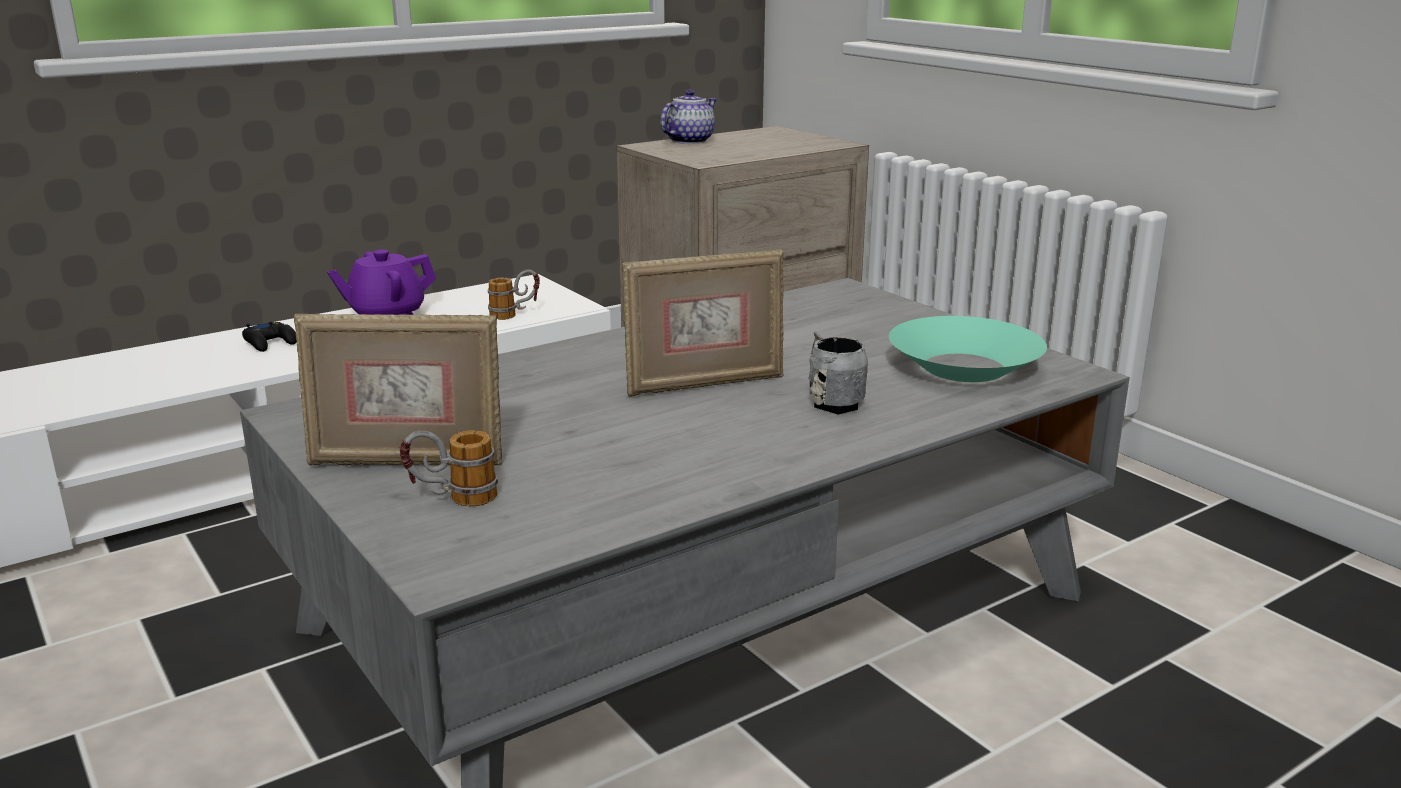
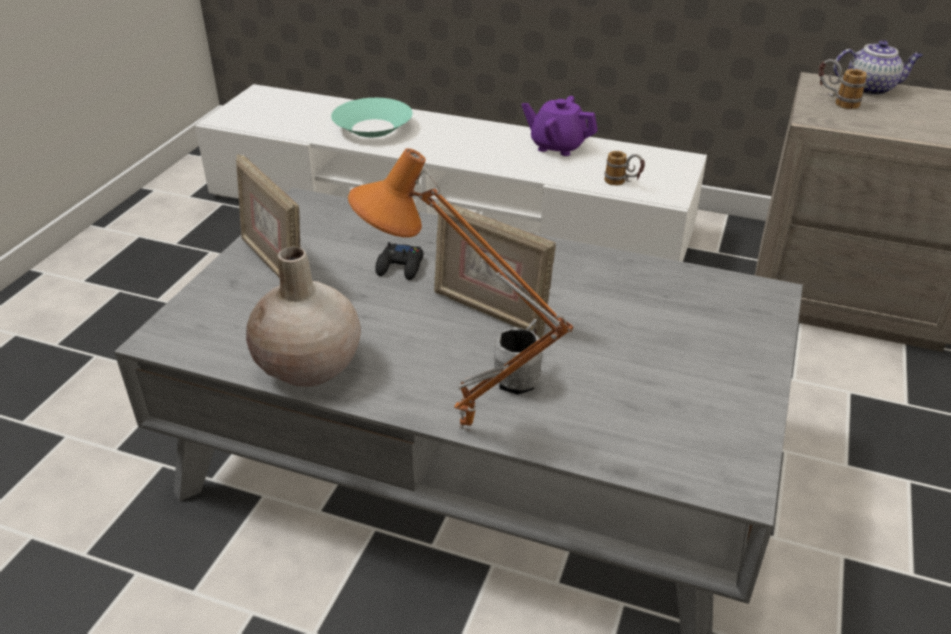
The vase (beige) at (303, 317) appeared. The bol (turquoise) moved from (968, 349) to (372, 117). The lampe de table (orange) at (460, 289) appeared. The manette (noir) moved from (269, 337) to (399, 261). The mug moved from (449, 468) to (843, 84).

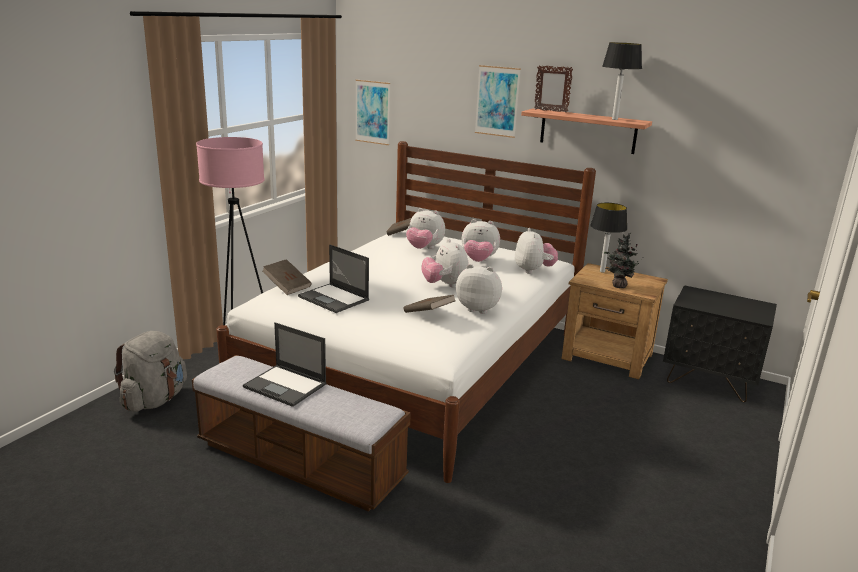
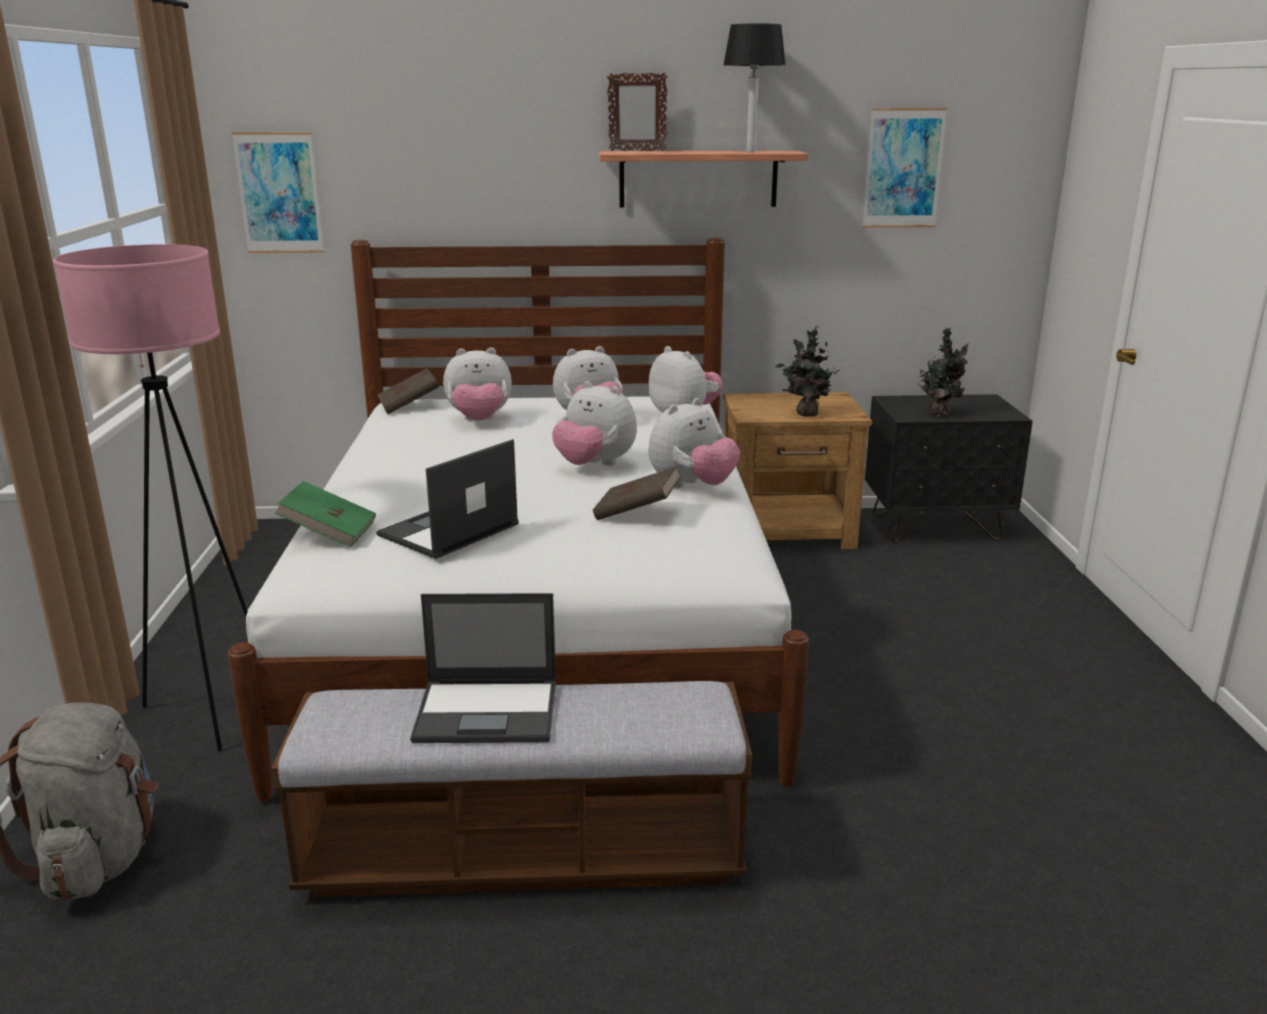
The livre (marron) at (287, 277) became the livre (vert) at (325, 514). The ordinateur portable at (333, 278) turned 120 degrees clockwise. The peluche at (479, 289) turned 150 degrees clockwise. The tableau moved from (498, 101) to (904, 168). The plante en pot at (944, 372) appeared. The lampe de table at (608, 238) disappeared.

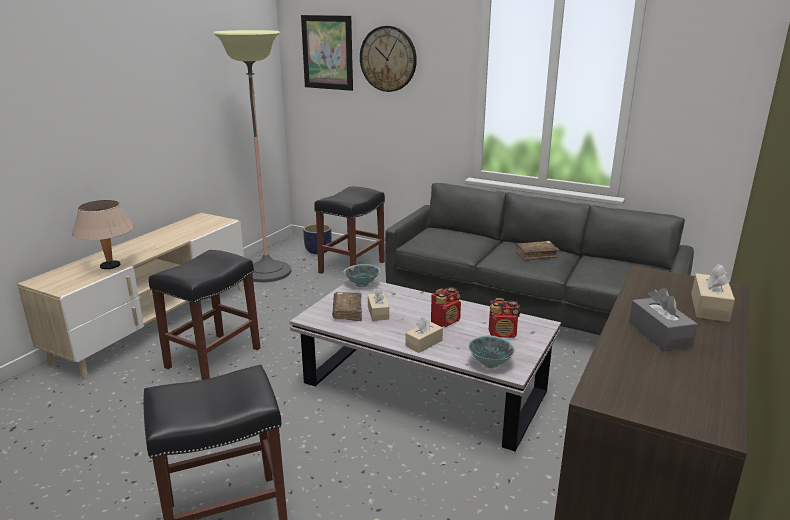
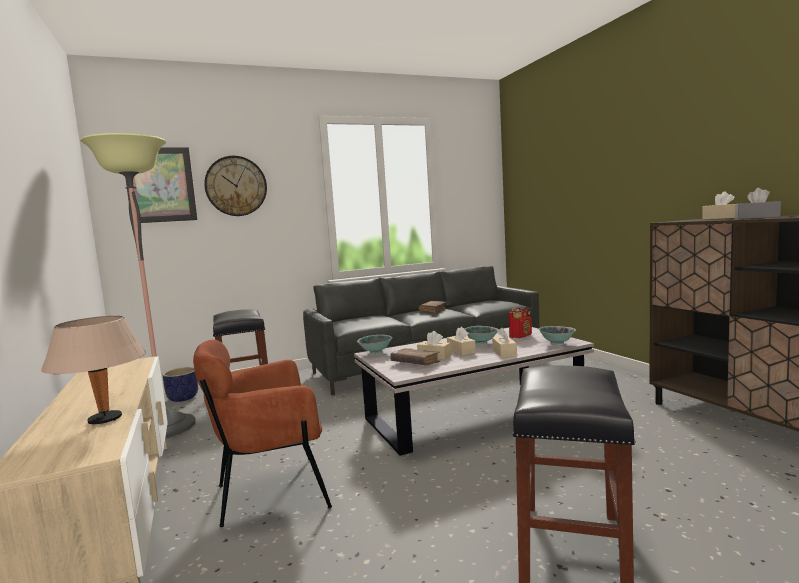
The tabouret (noir) at (204, 315) was replaced by the fauteuil (marron) at (262, 433). The boîte à mouchoirs (beige) at (461, 341) appeared. The radio at (446, 307) was replaced by the bol at (481, 335).

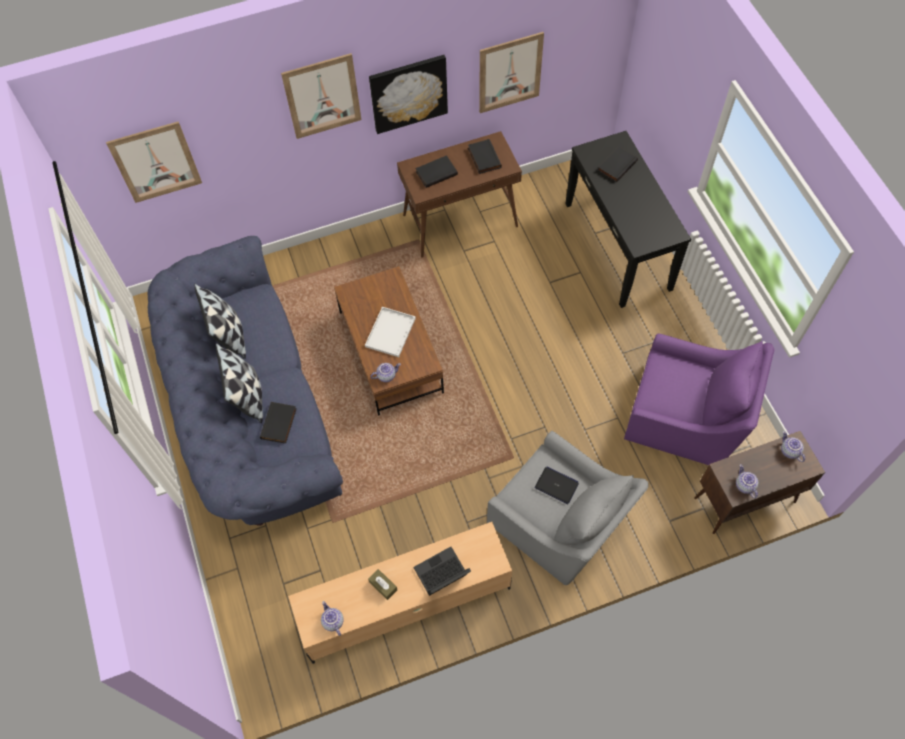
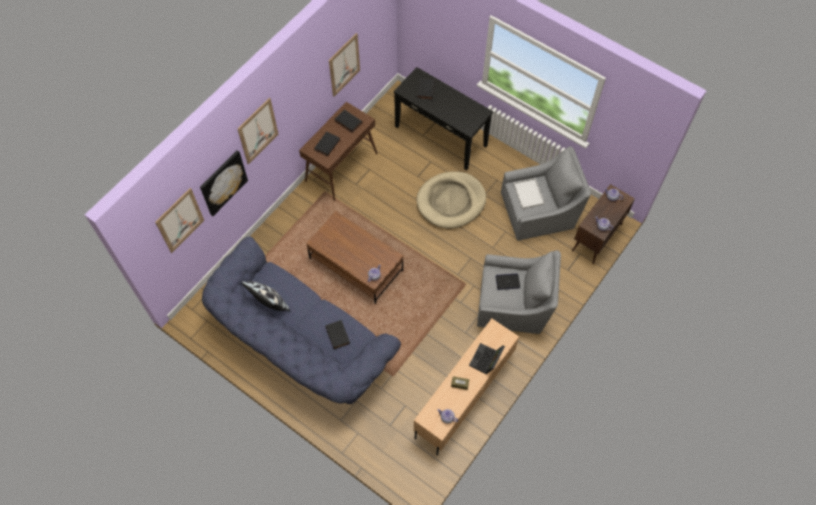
The tableau moved from (408, 94) to (224, 183). The panier pour chien (beige) at (451, 199) appeared. The fauteuil (violet) at (699, 399) became the fauteuil (gris) at (546, 193). The plateau (blanc) moved from (390, 332) to (529, 193). The coussin at (239, 383) disappeared.

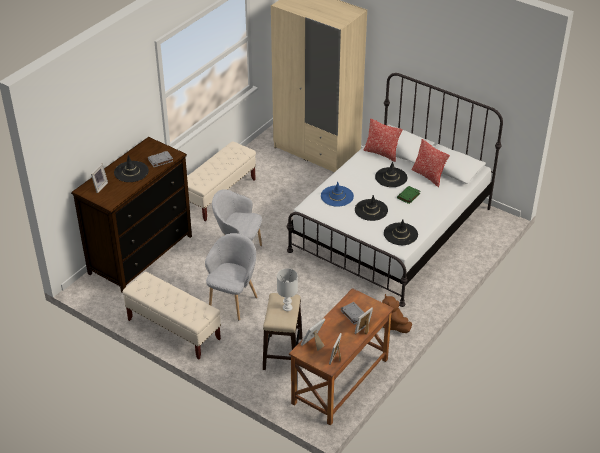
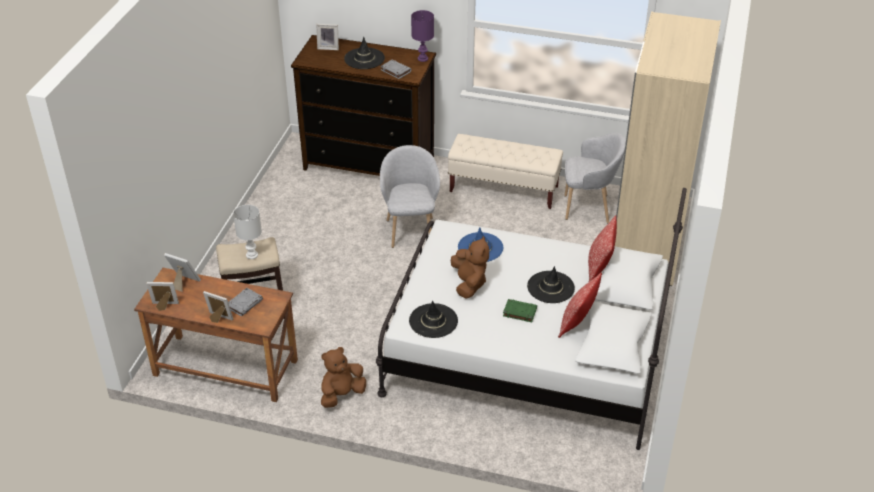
The lampe de table (violet) at (422, 36) appeared. The chapeau (noir) at (371, 208) was replaced by the peluche (marron) at (470, 267). The fauteuil (gris) moved from (231, 276) to (595, 178). The banc (beige) at (172, 316) disappeared.

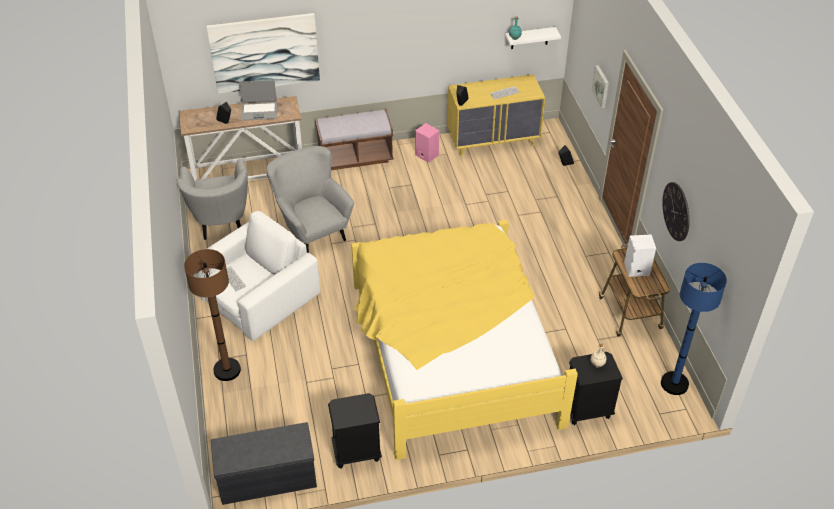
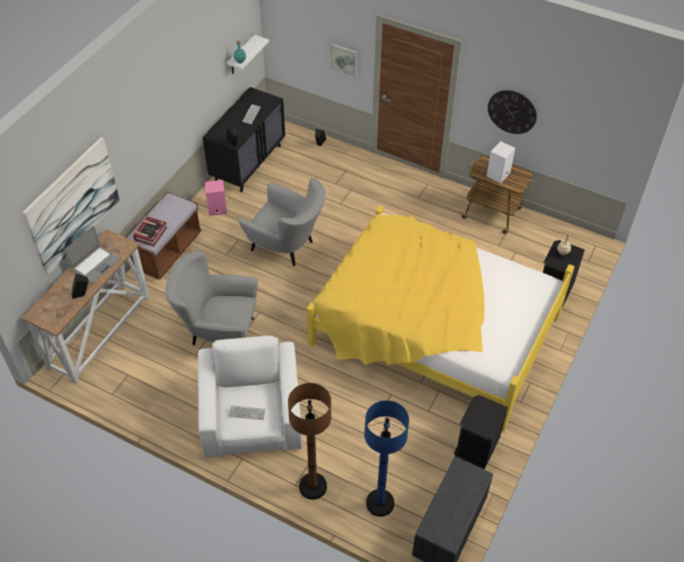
The livre at (150, 231) appeared. The commode (jaune) at (496, 115) became the commode (noir) at (244, 139). The fauteuil (gris) moved from (212, 199) to (281, 222). The lampadaire (bleu) moved from (694, 329) to (386, 458).

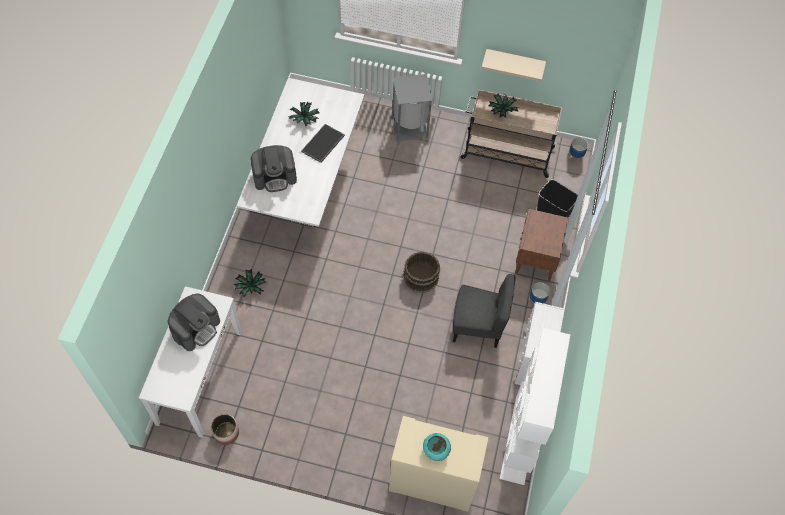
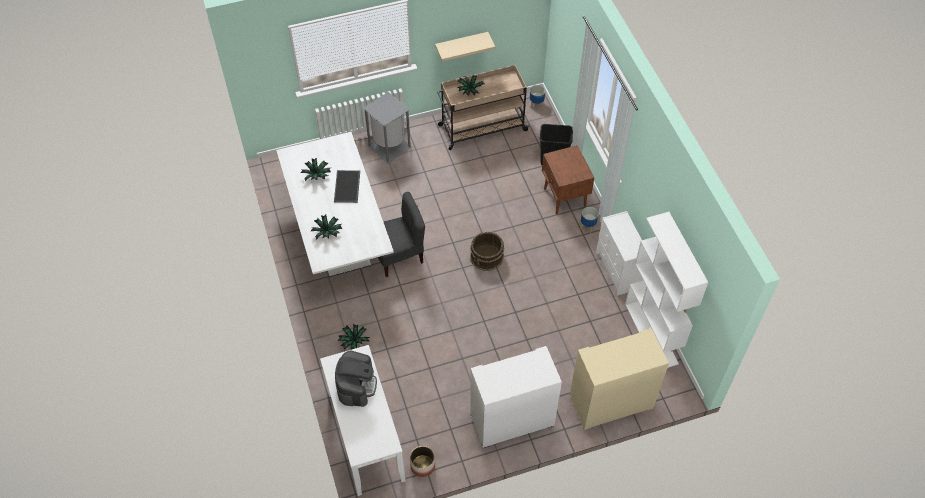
The machine à café at (274, 168) was replaced by the plante en pot at (326, 227). The chaise (gris) moved from (484, 311) to (401, 234). The meuble de rangement (blanc) at (516, 397) appeared. The bol (turquoise) at (437, 447) disappeared.

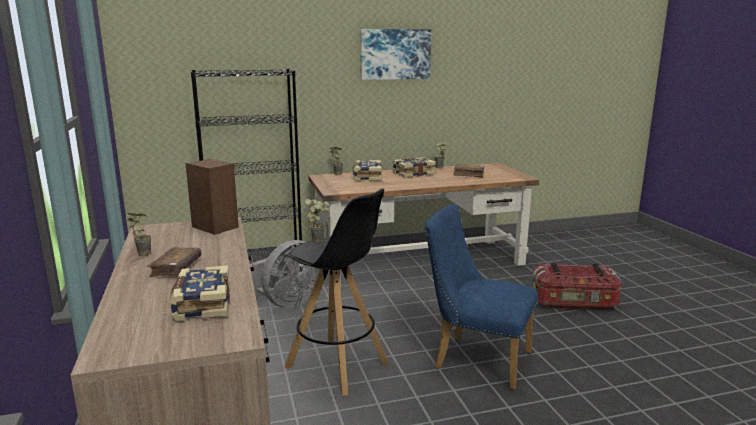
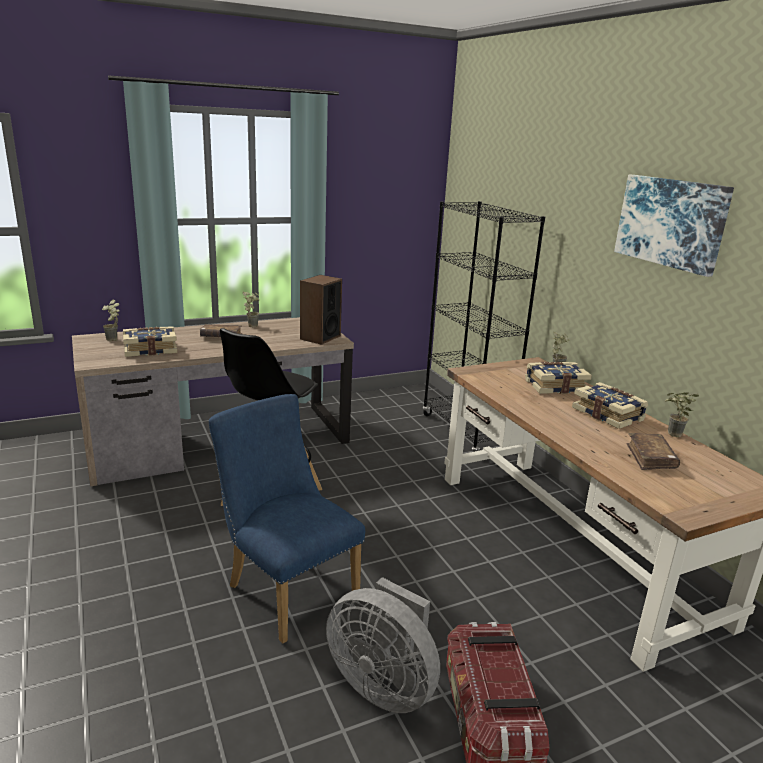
The plante en pot moved from (317, 221) to (111, 320). The chaise (bleu) at (481, 297) turned 60 degrees counterclockwise. The ventilateur (gris) moved from (284, 274) to (383, 645).

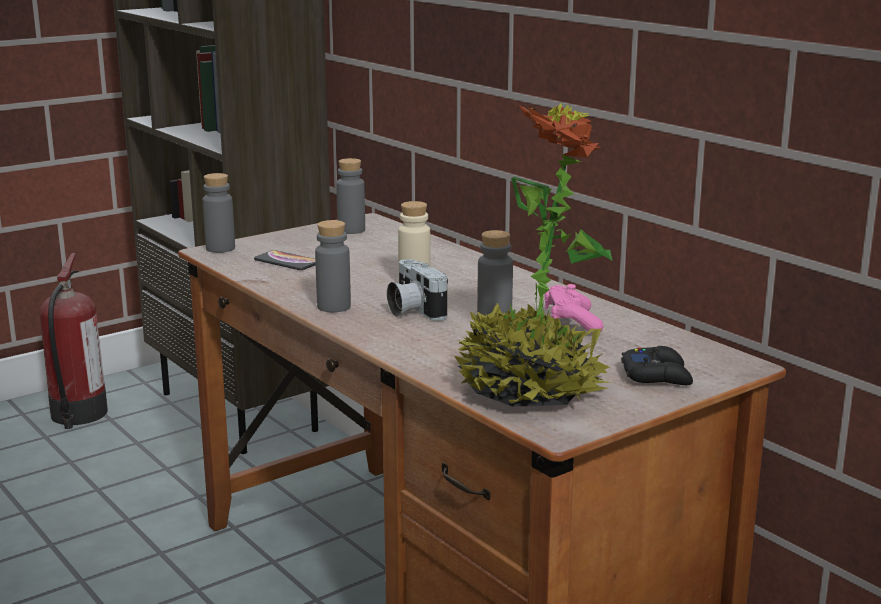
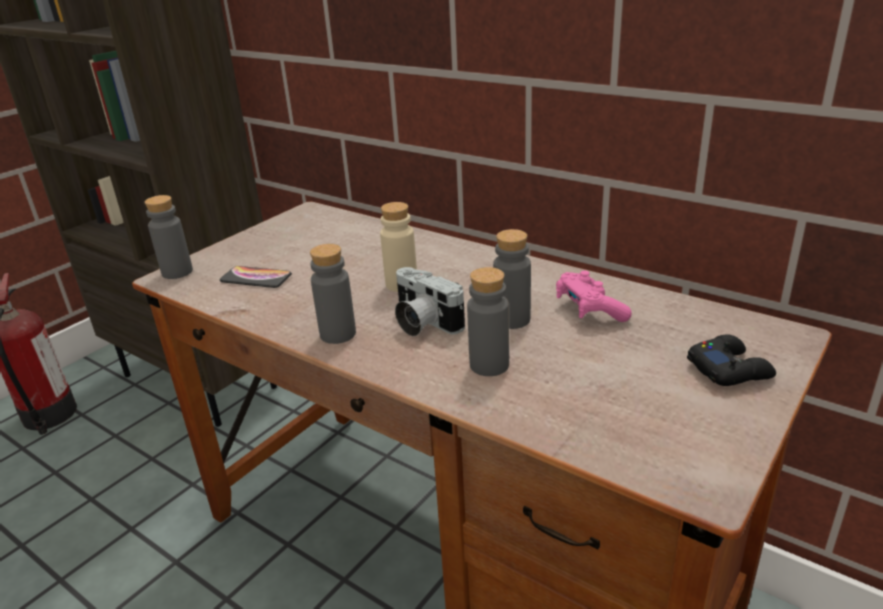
The bouteille (gris) moved from (350, 196) to (488, 321). The plante en pot at (533, 254) disappeared.

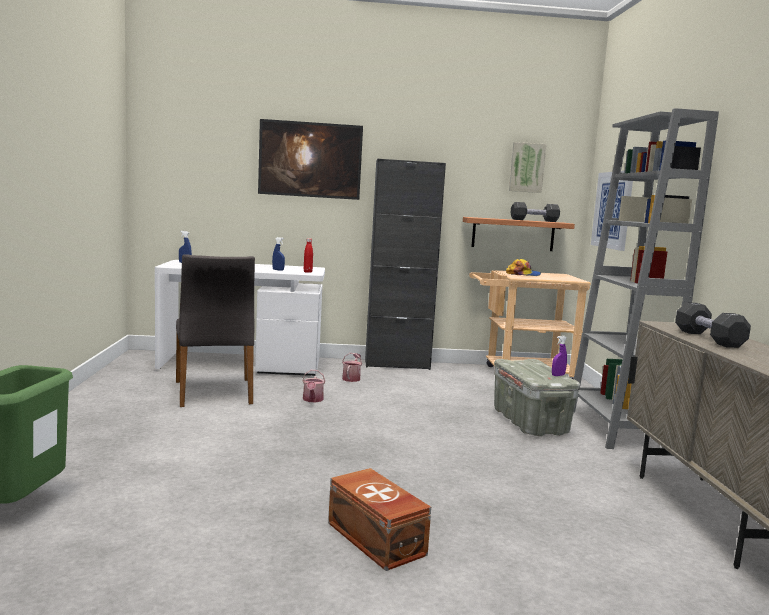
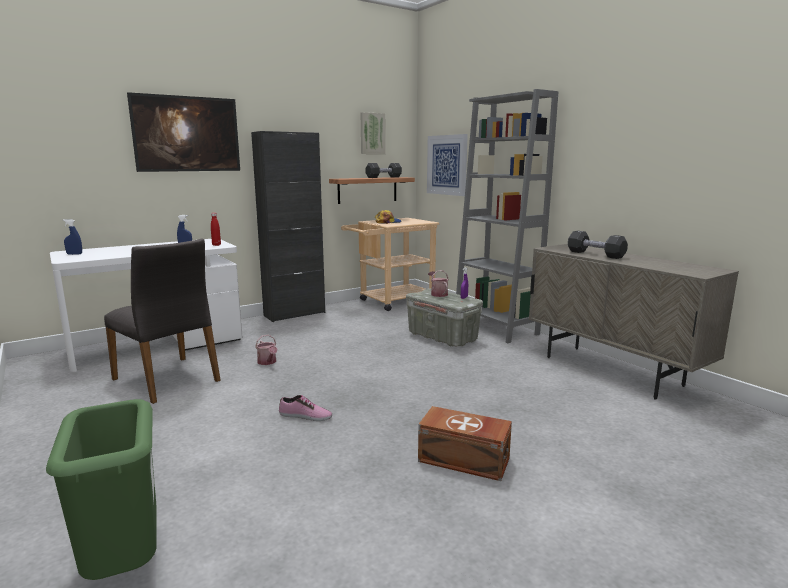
The chaussure at (305, 408) appeared. The arrosoir moved from (352, 367) to (438, 283).

